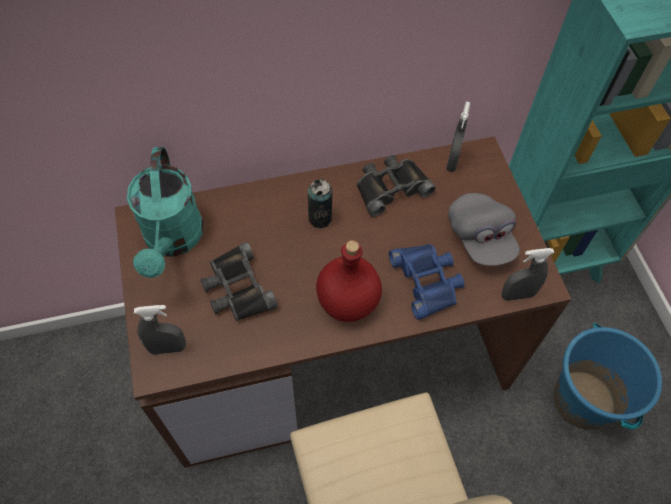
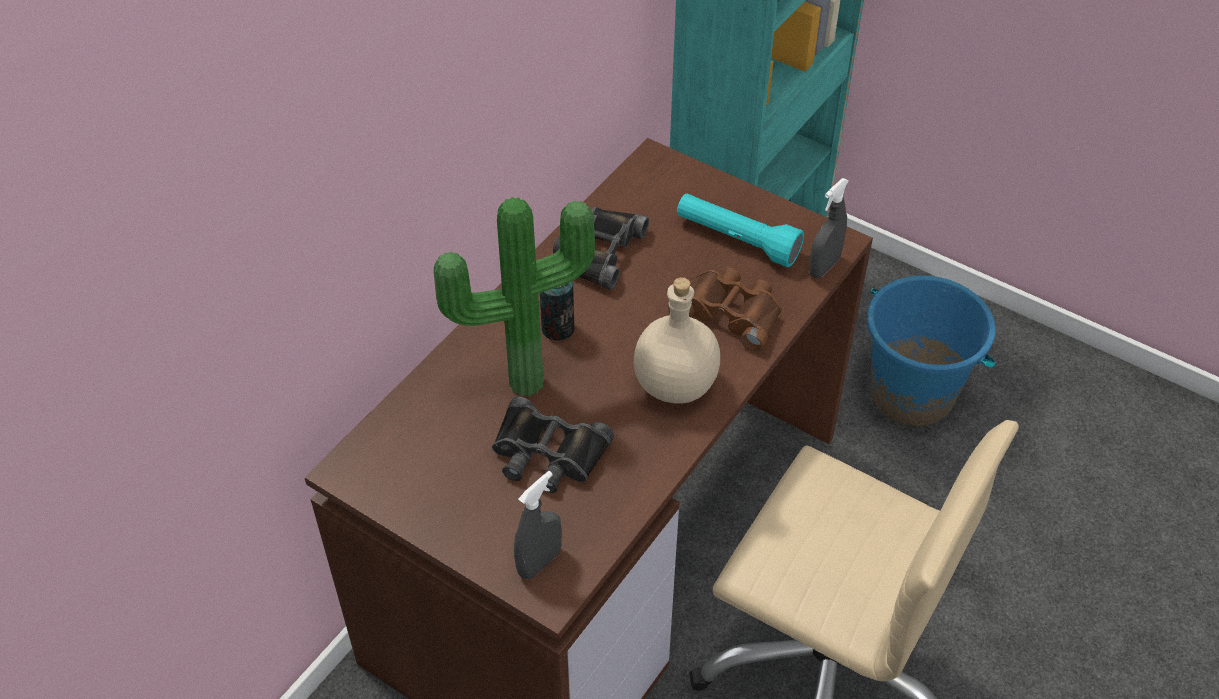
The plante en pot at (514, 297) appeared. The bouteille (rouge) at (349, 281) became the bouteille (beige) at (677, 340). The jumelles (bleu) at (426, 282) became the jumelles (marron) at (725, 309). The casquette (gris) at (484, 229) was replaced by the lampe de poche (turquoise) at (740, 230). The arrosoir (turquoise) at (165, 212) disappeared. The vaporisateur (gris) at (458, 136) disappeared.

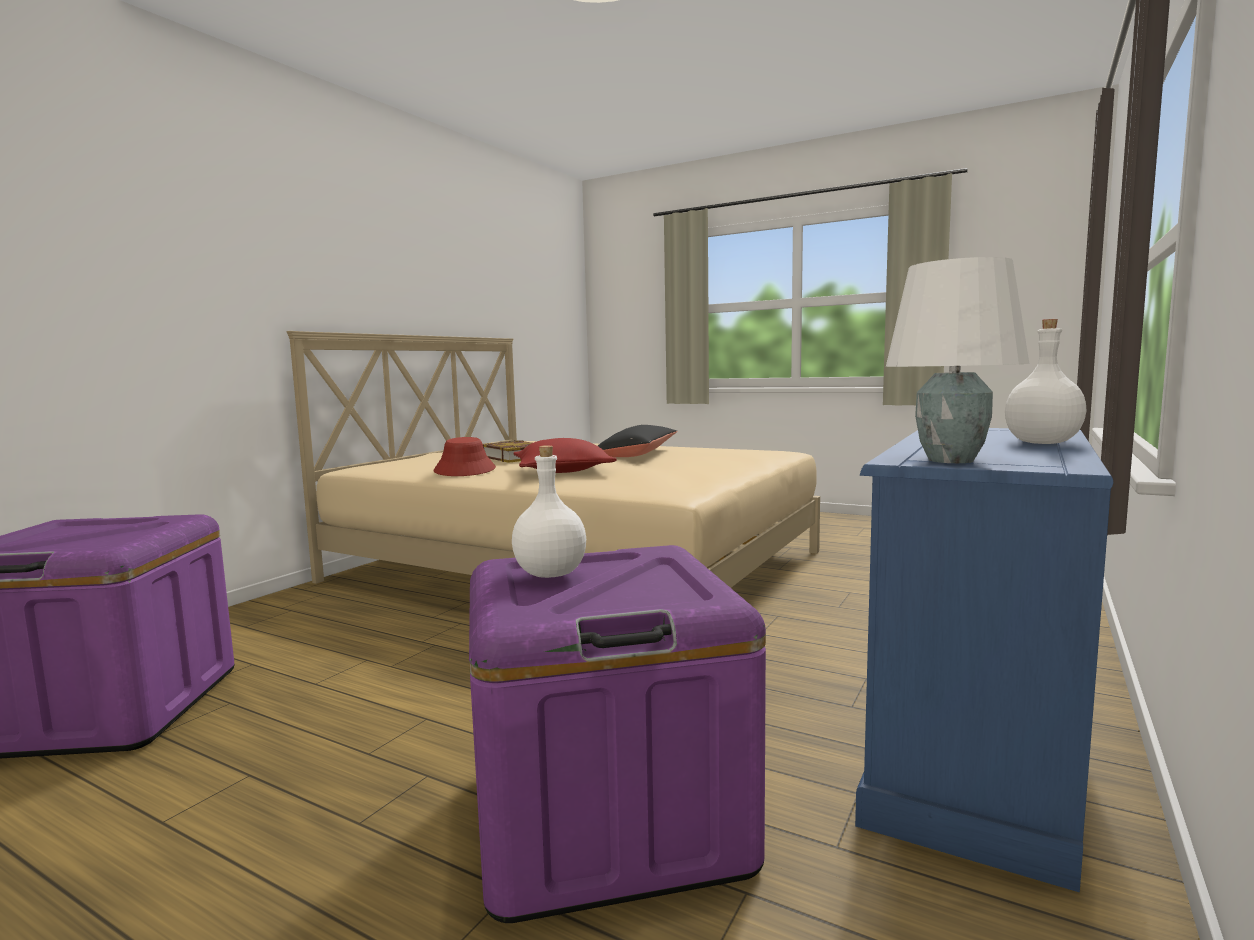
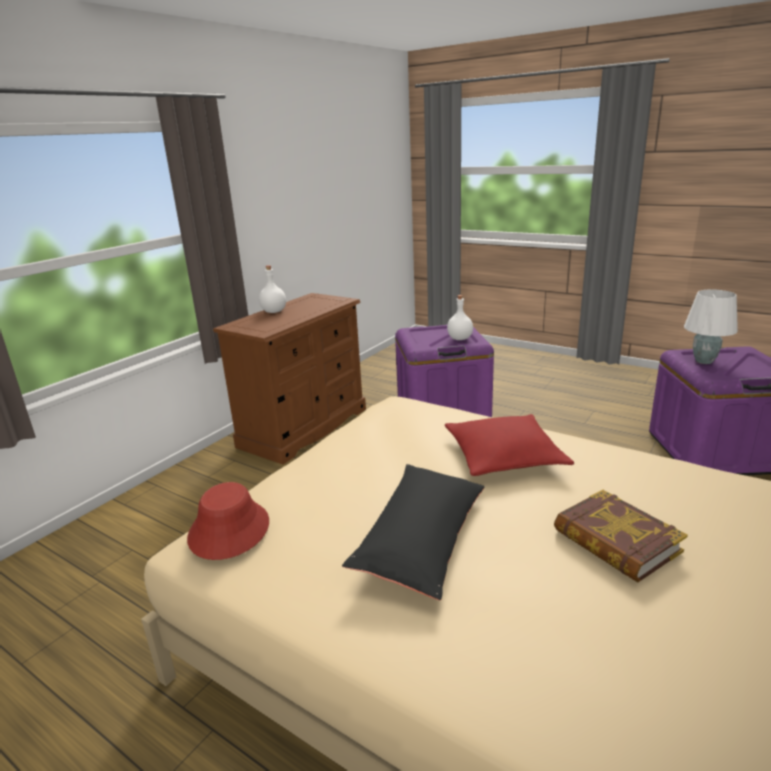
The chapeau (rouge) moved from (465, 456) to (228, 521). The commode (bleu) at (984, 660) became the commode (marron) at (289, 379). The lampe de table (blanc) moved from (957, 360) to (711, 326).

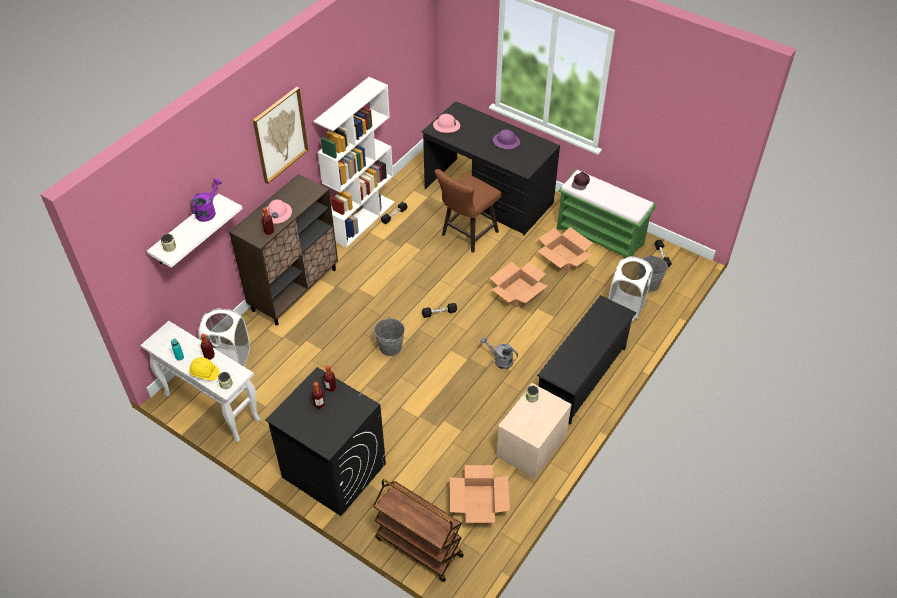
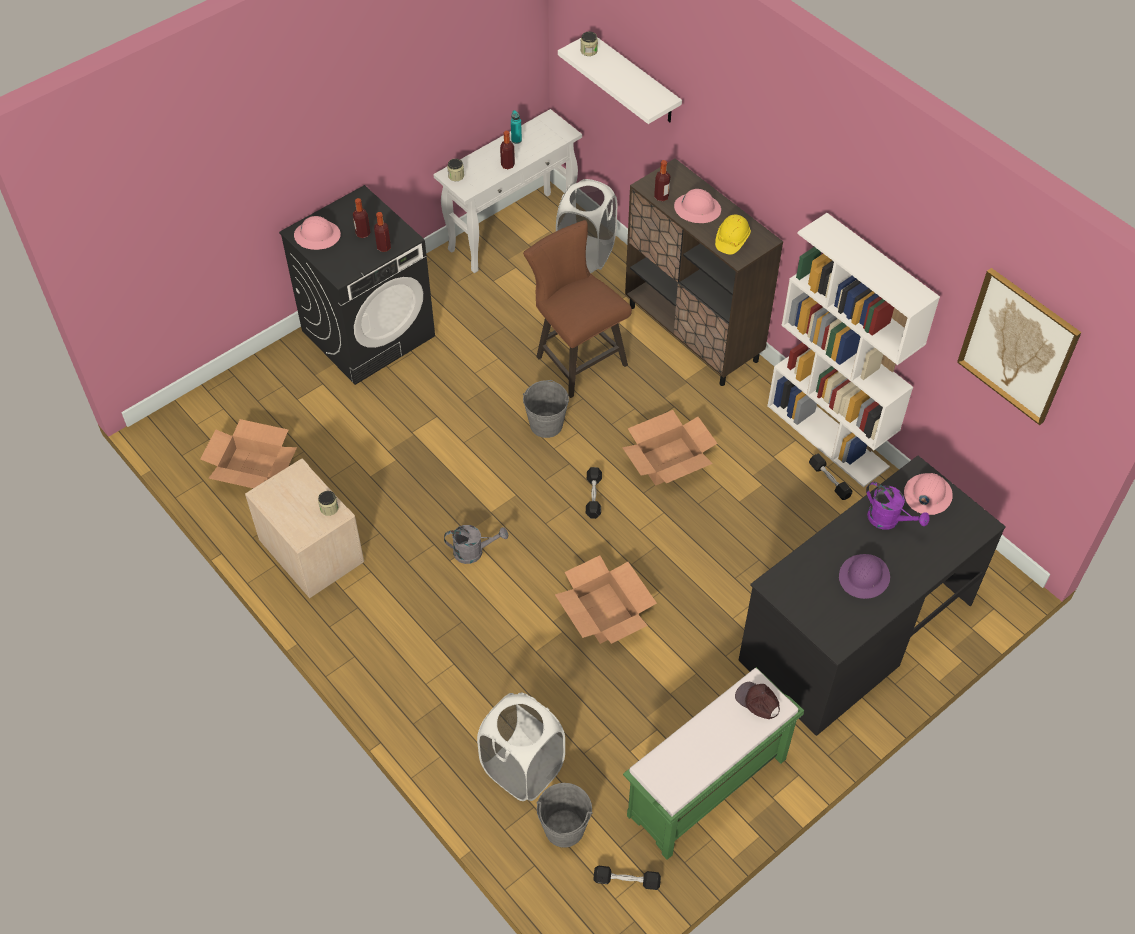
The casque de chantier (rose) at (317, 233) appeared. The arrosoir (gris) at (499, 353) turned 45 degrees clockwise. The tabouret (marron) moved from (468, 211) to (577, 309). The carton moved from (565, 249) to (670, 447). The casque de chantier (jaune) moved from (204, 369) to (733, 235). The arrosoir (violet) moved from (206, 200) to (897, 506). The tableau moved from (280, 135) to (1019, 346). The chariot (marron) at (418, 530) disappeared. The étagère à chaussures (noir) at (586, 360) disappeared.

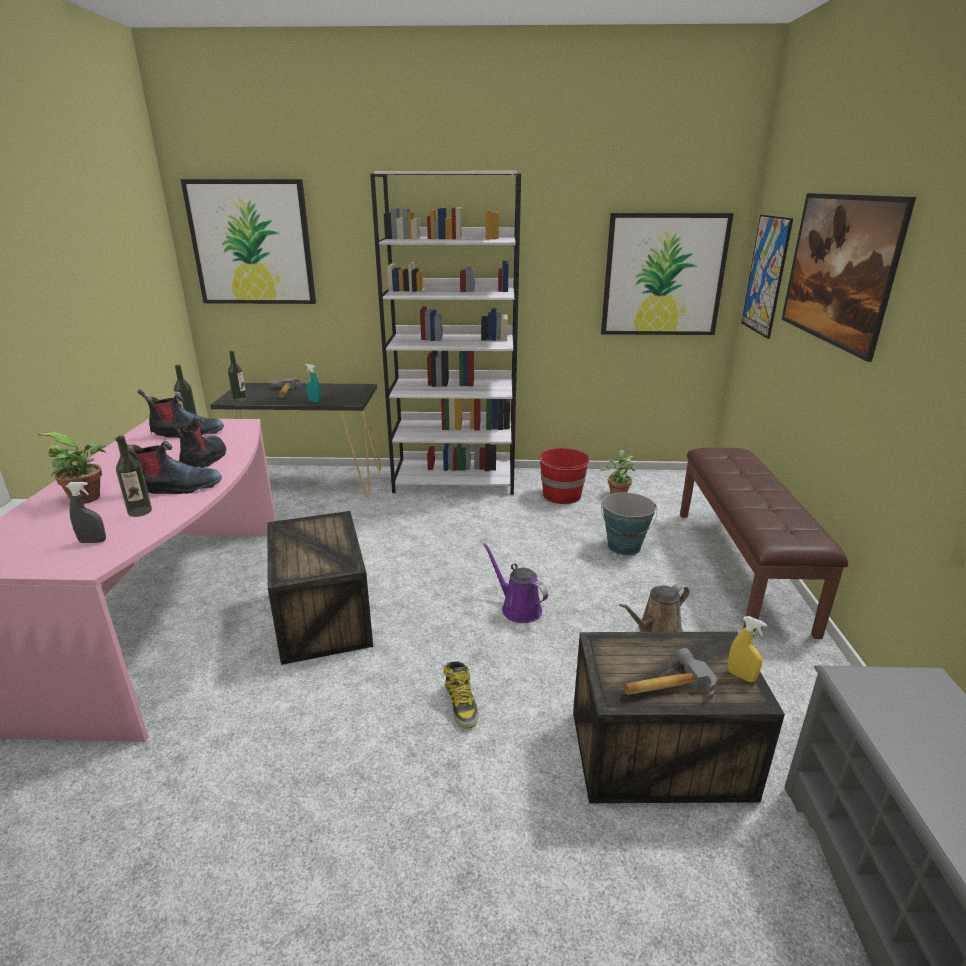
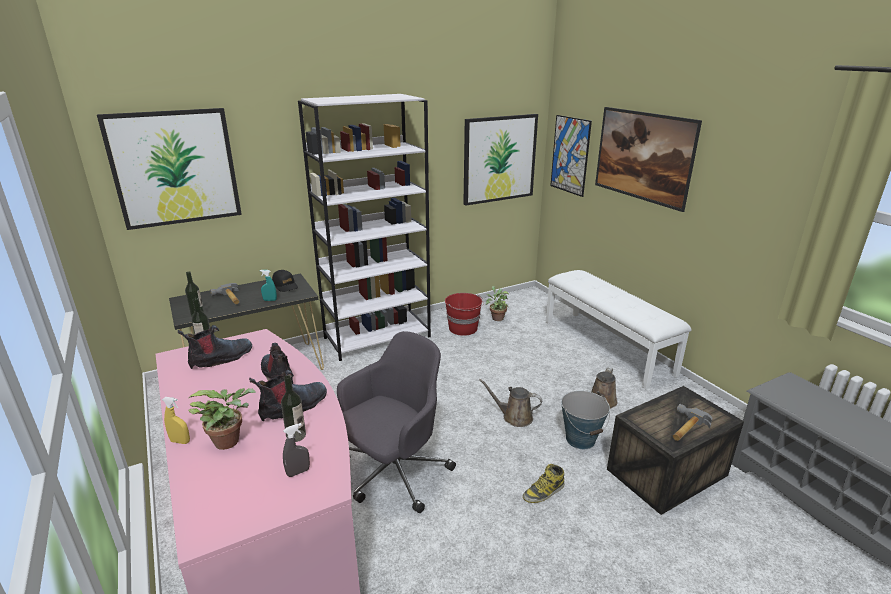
The vaporisateur (jaune) moved from (747, 649) to (176, 420). The casquette (noir) at (285, 281) appeared. The caisse at (320, 588) was replaced by the chaise de bureau (gris) at (396, 422). The arrosoir (violet) at (515, 583) became the arrosoir (marron) at (510, 402). The botte at (460, 695) turned 105 degrees clockwise. The banc (marron) at (764, 543) became the banc (blanc) at (618, 329). The seau moved from (629, 524) to (585, 420).

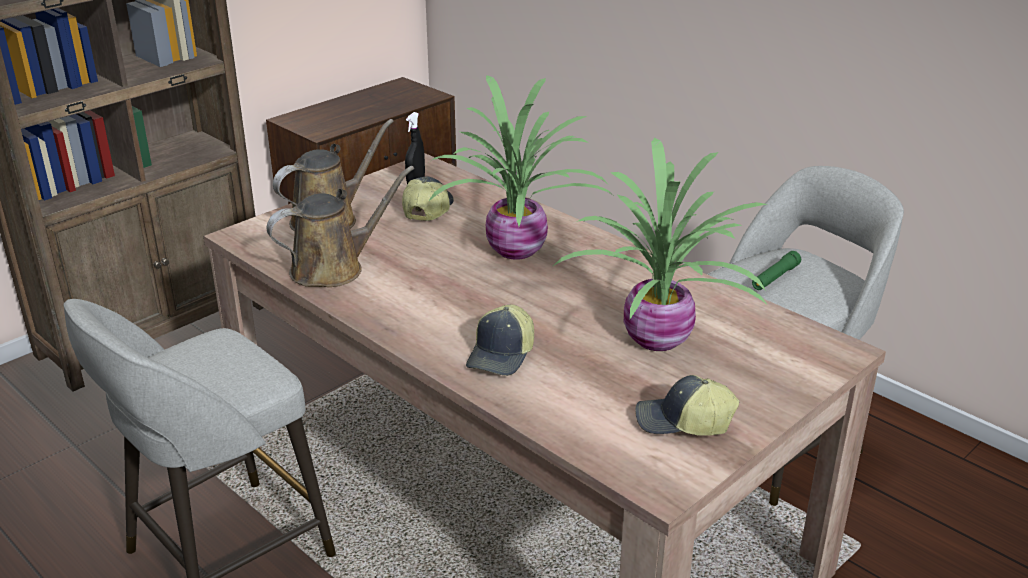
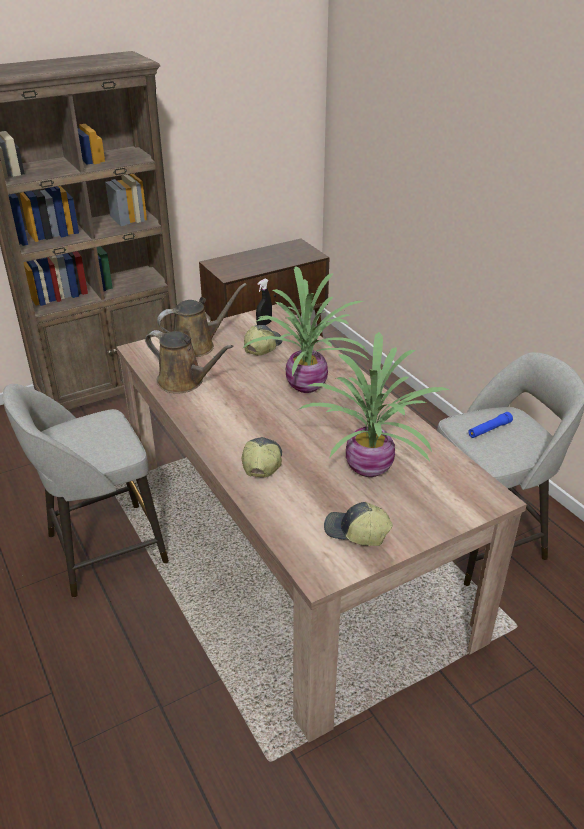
The arrosoir (marron) at (340, 226) turned 45 degrees clockwise. The casquette at (500, 340) turned 150 degrees clockwise. The lampe de poche (vert) at (776, 270) became the lampe de poche (bleu) at (491, 425).

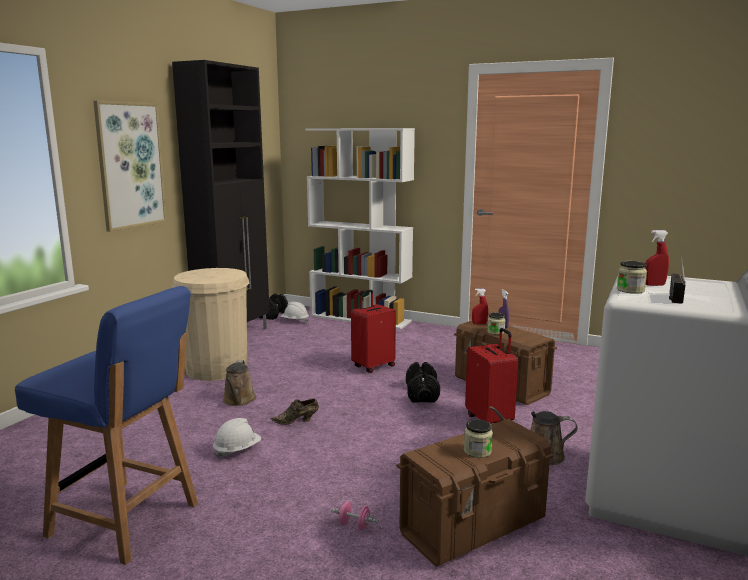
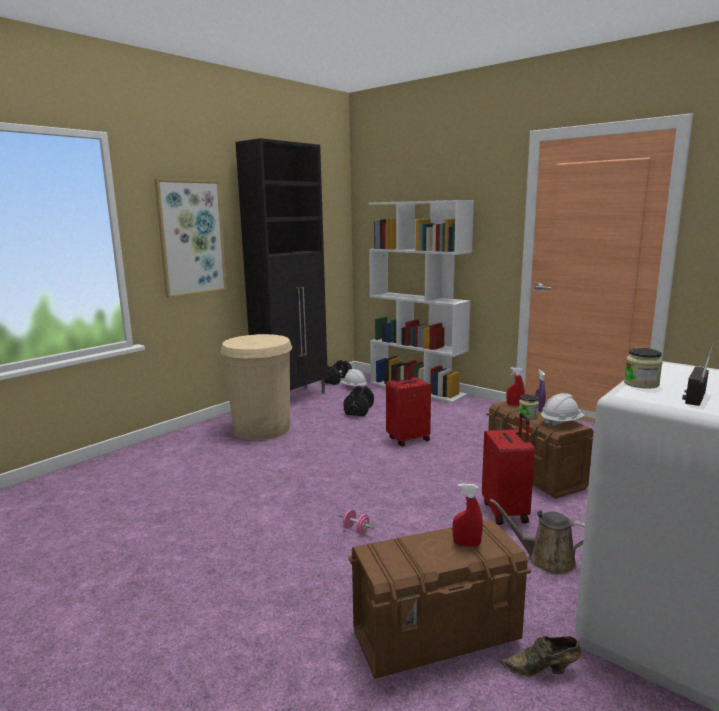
The haltère (rose) moved from (355, 516) to (357, 521). The haltère (noir) moved from (423, 382) to (359, 401). The vaporisateur (rouge) moved from (657, 258) to (468, 515). The chaussure (marron) moved from (295, 412) to (540, 656). The casque de chantier (blanc) moved from (237, 438) to (563, 410). The chaise (bleu) at (106, 425) disappeared. The arrosoir (marron) at (239, 383) disappeared. The bocal at (478, 438) disappeared.

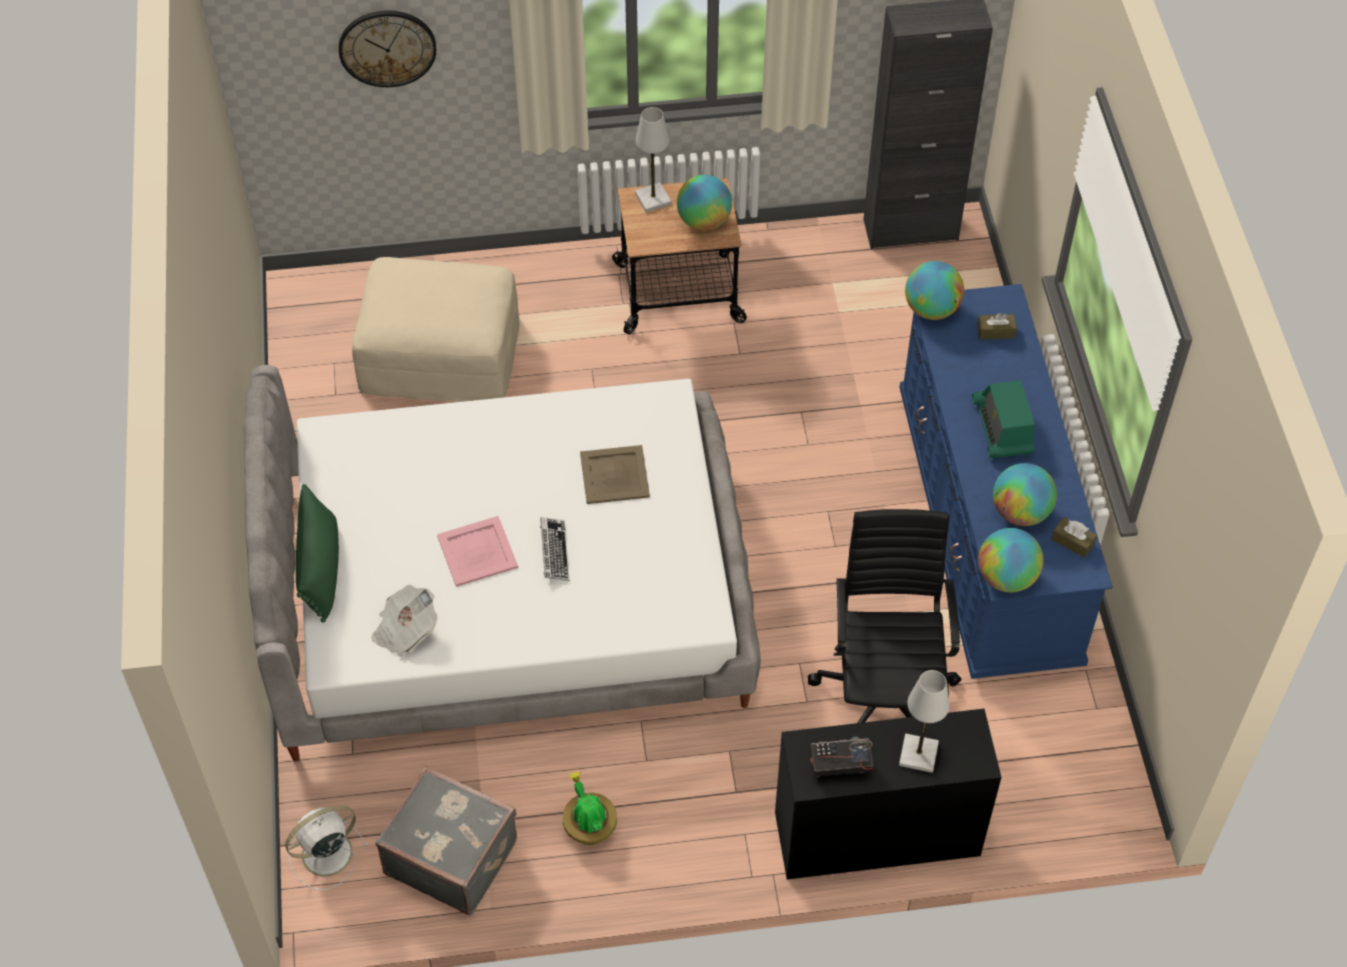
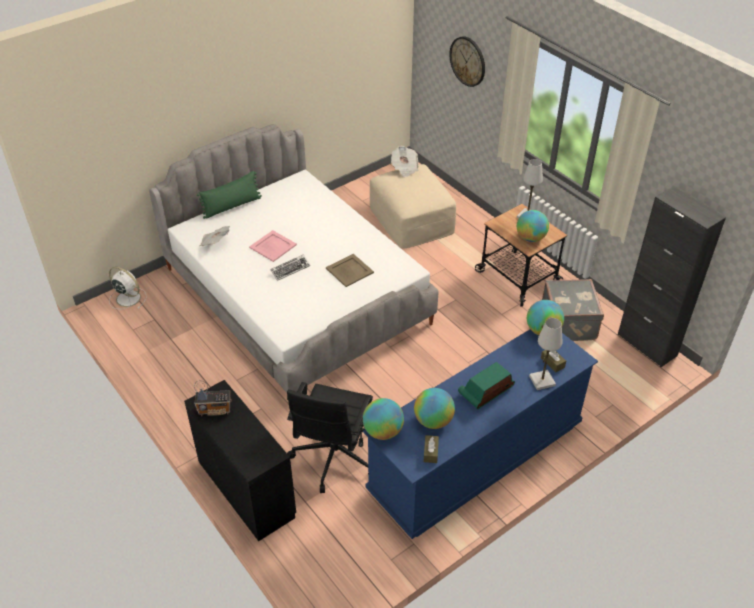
The radio at (842, 756) turned 120 degrees clockwise. The chaise de bureau (noir) at (884, 616) turned 135 degrees clockwise. The journal at (405, 161) appeared. The lampe de table (blanc) moved from (924, 721) to (545, 354). The valise (gris) moved from (446, 841) to (573, 310). The plante en pot at (589, 808) disappeared.

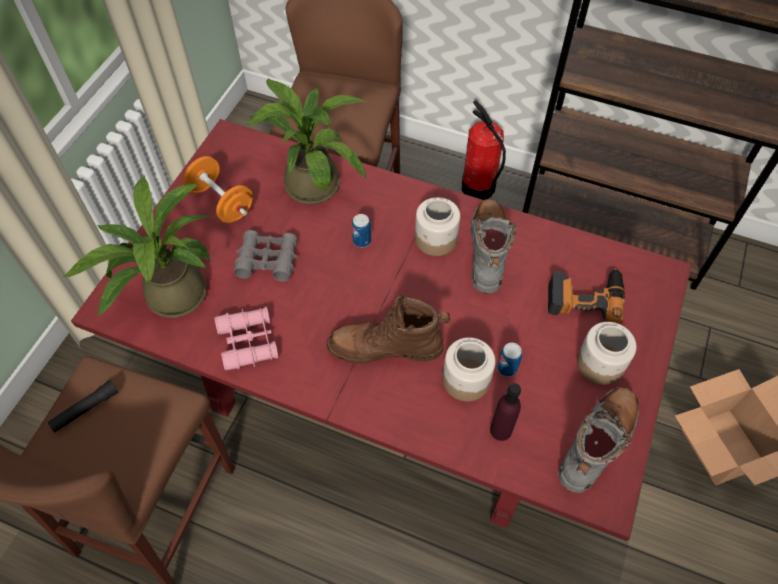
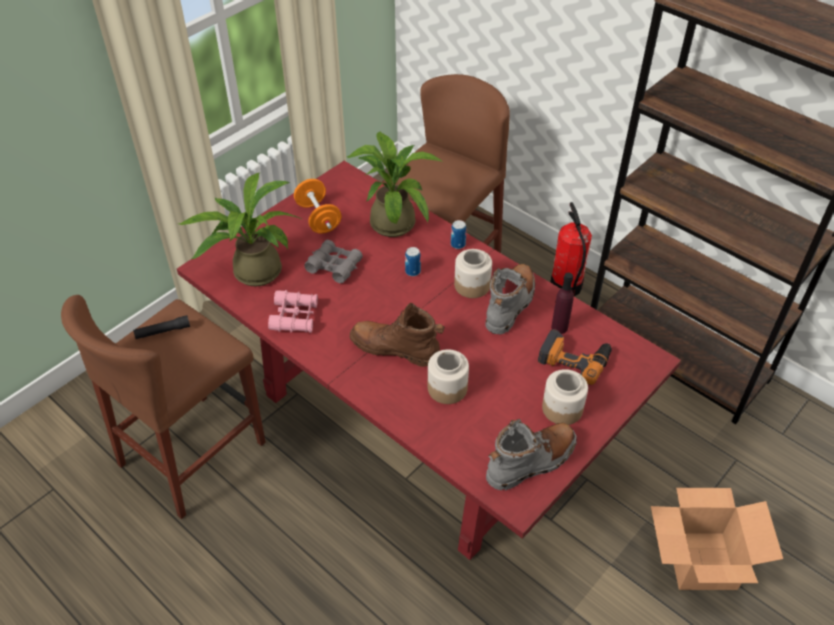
The boîte métallique moved from (509, 360) to (459, 234). The bouteille (violet) moved from (505, 412) to (562, 303).

